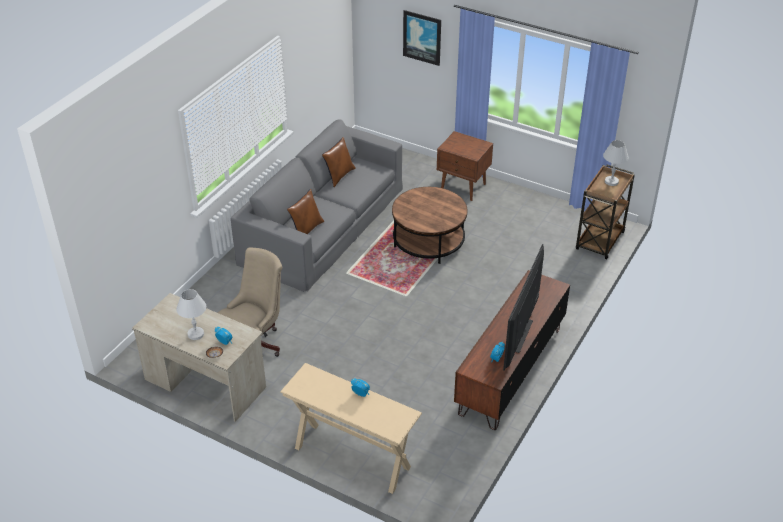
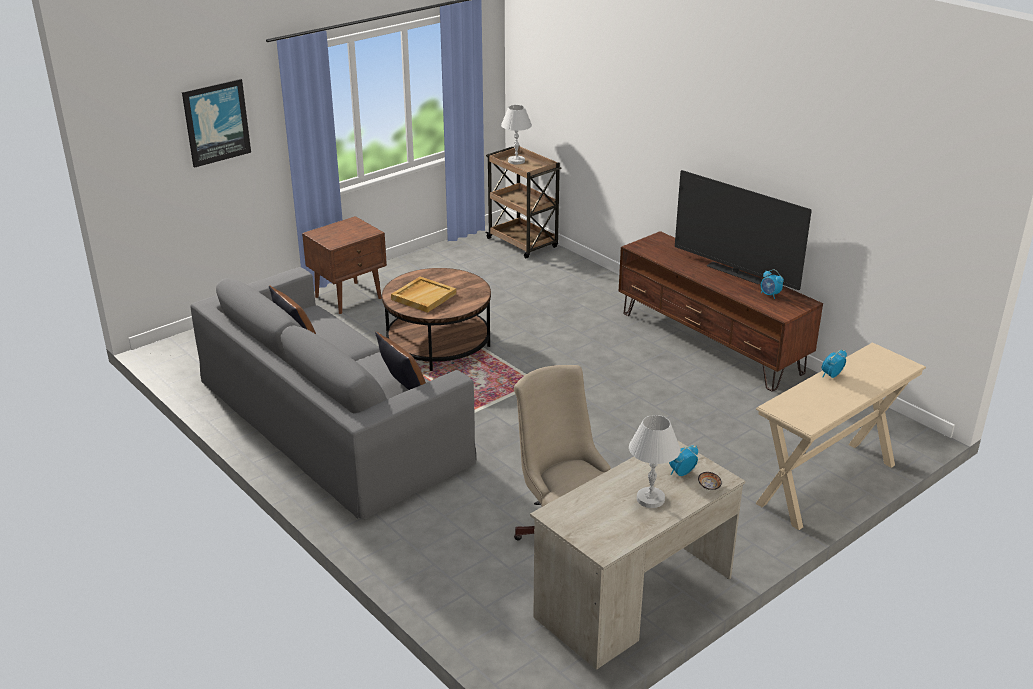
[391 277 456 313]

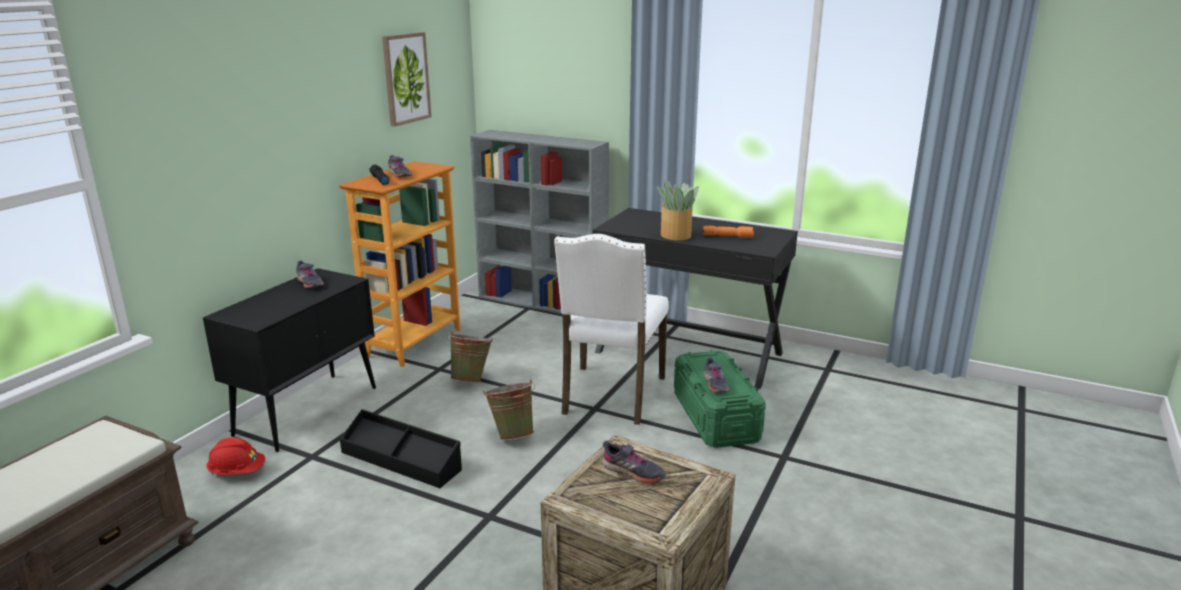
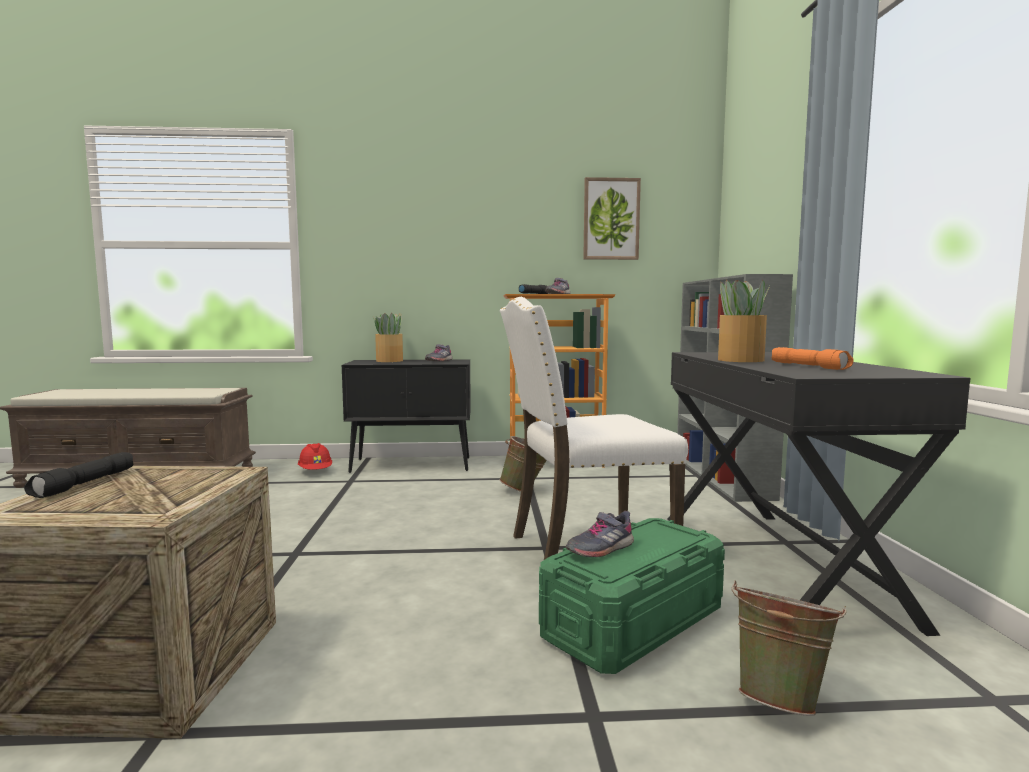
[340 409 462 488] (first image)
[731 580 847 716]
[602 440 666 483] (first image)
[24 452 133 498]
[373 313 403 362]

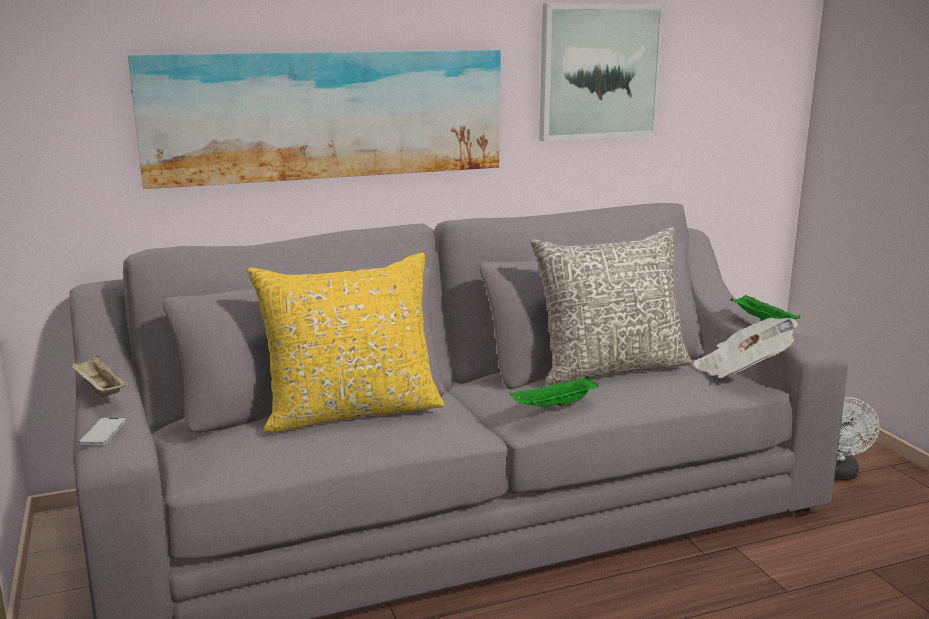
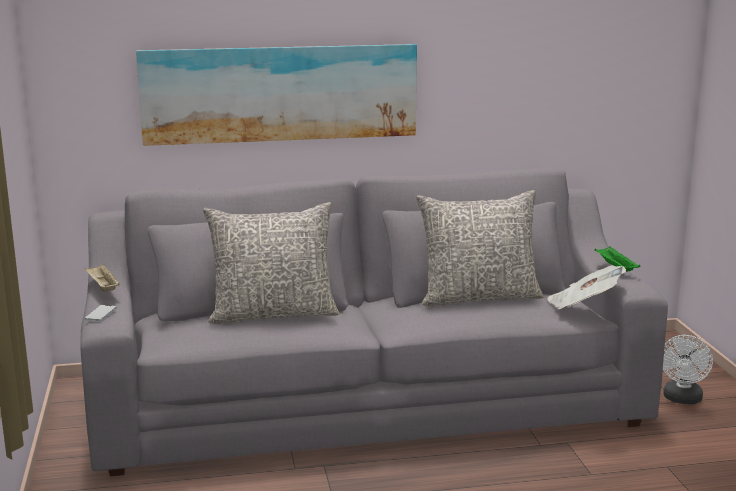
[203 202 339 324]
[510 376 599 407] (first image)
[539 3 666 142] (first image)

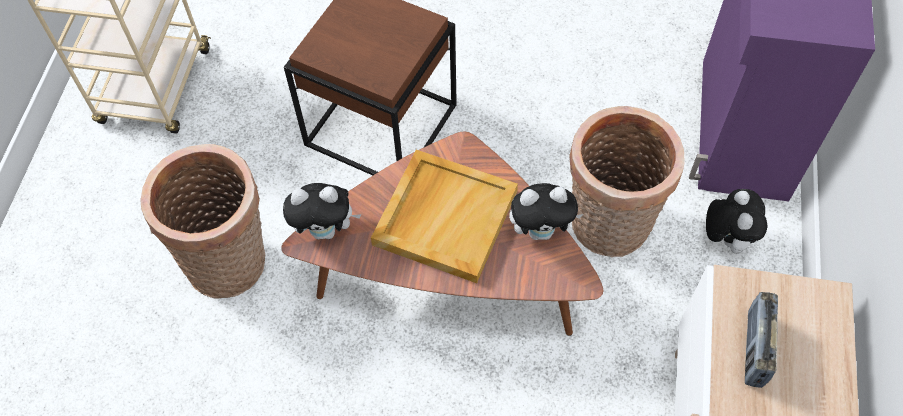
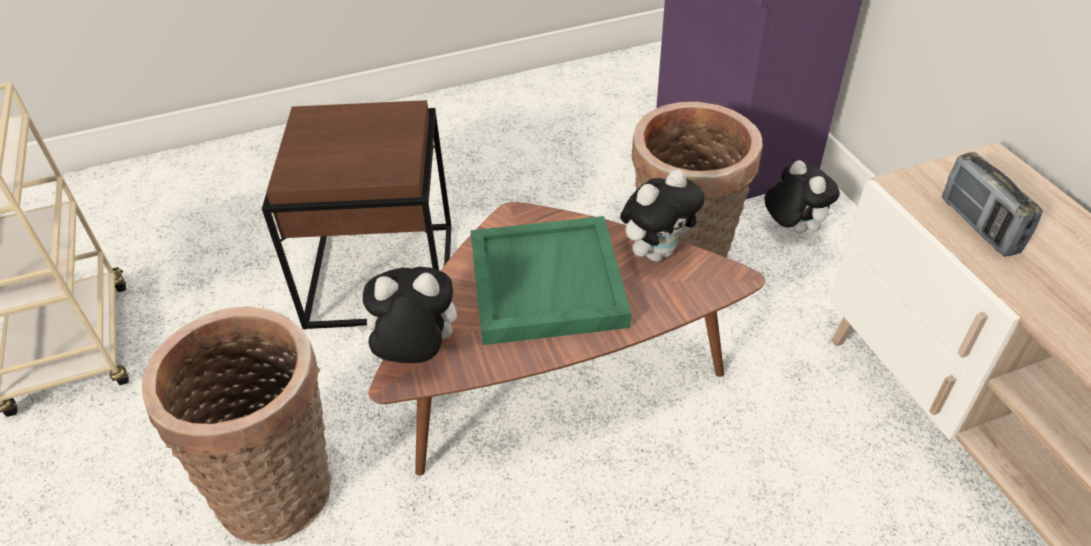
[356 267 457 363]
[470 216 631 345]

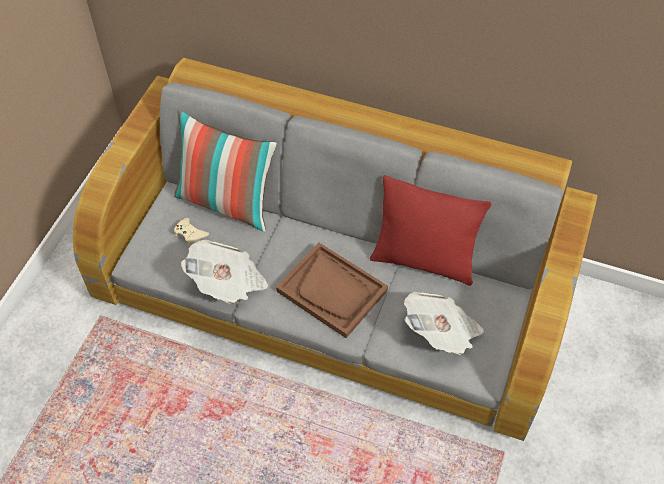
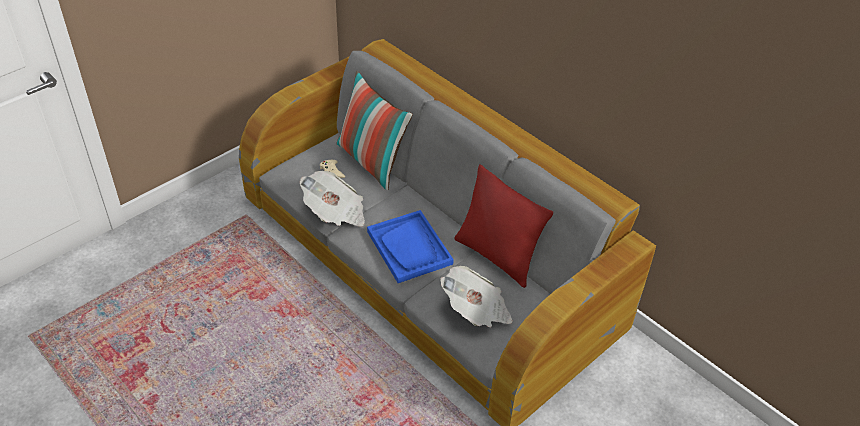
[367 210 454 283]

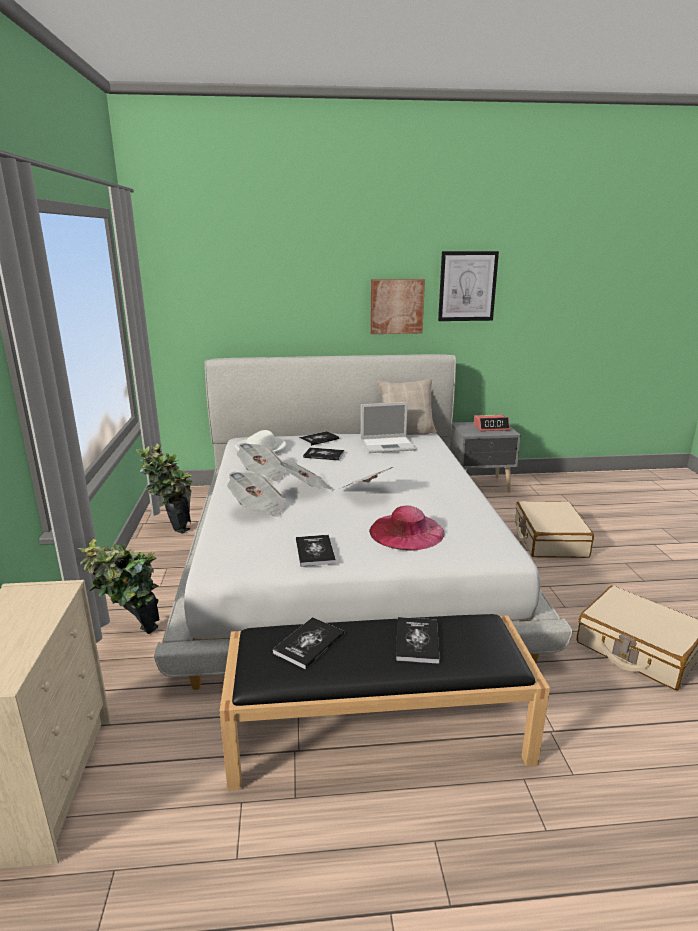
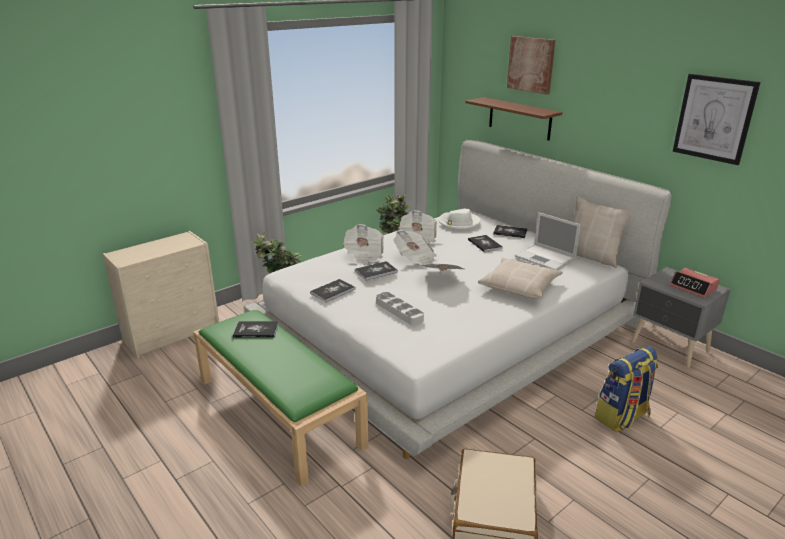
[193 309 368 486]
[376 292 424 325]
[507 36 555 95]
[355 261 398 281]
[595 346 658 432]
[465 97 563 140]
[478 258 563 299]

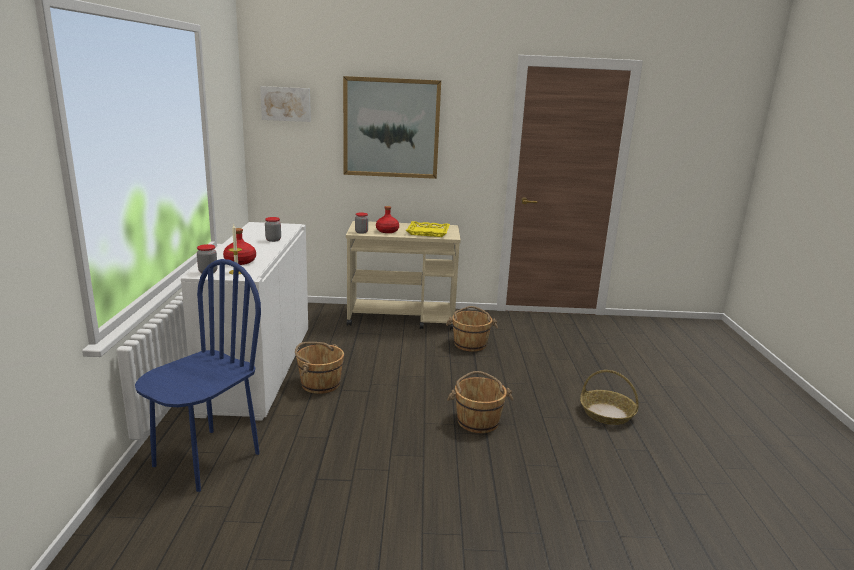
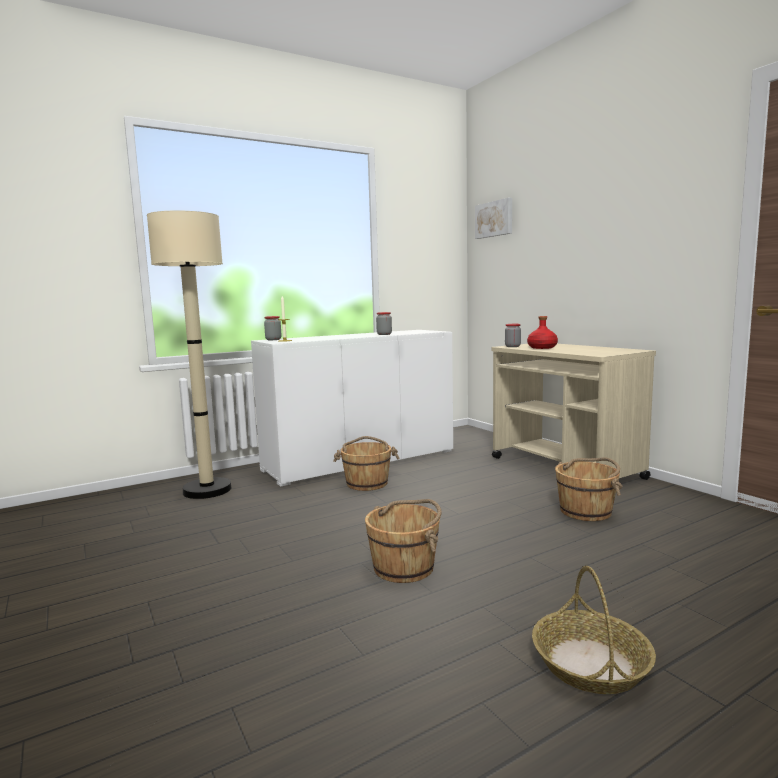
[147 211 232 499]
[223 228 256 265] (first image)
[343 76 441 179] (first image)
[406 221 450 237] (first image)

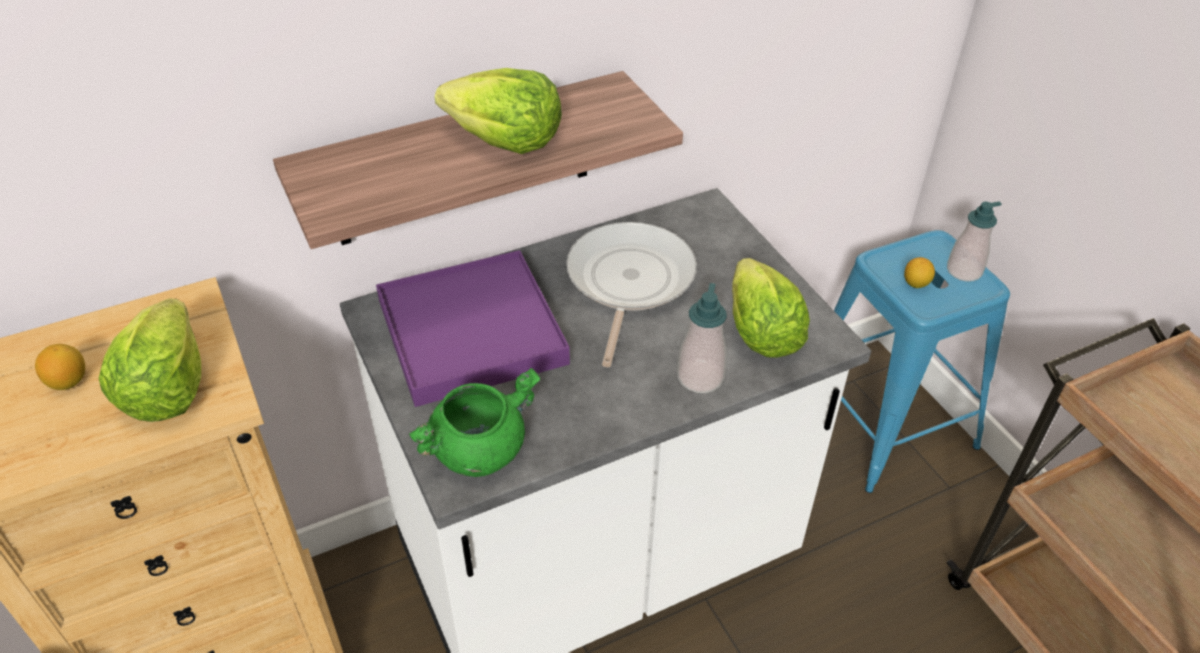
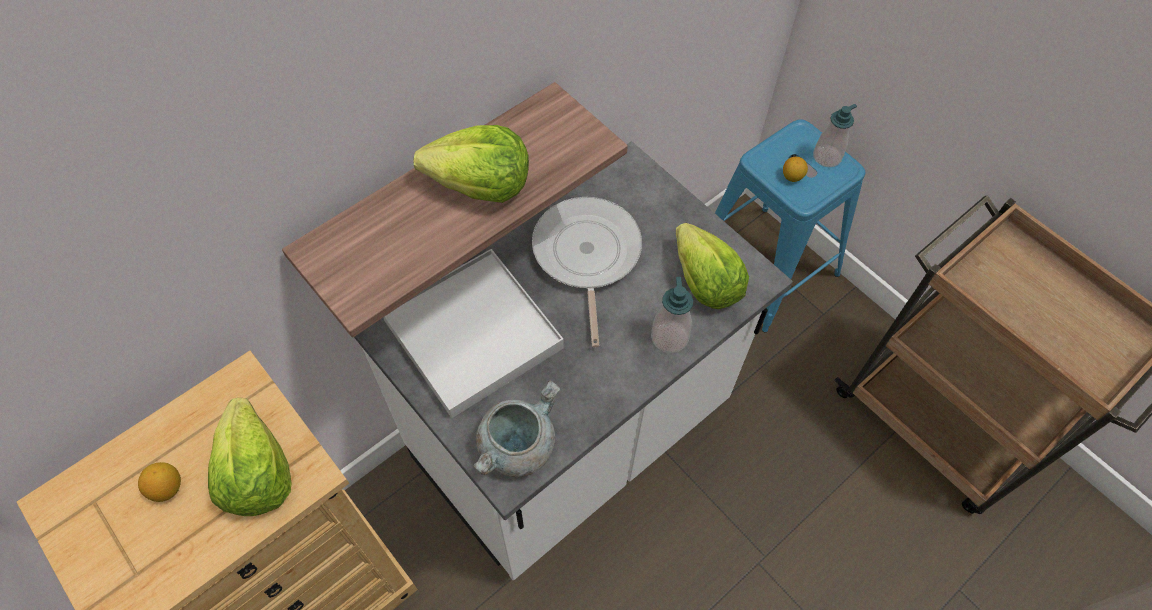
[383 249 563 418]
[473 380 560 477]

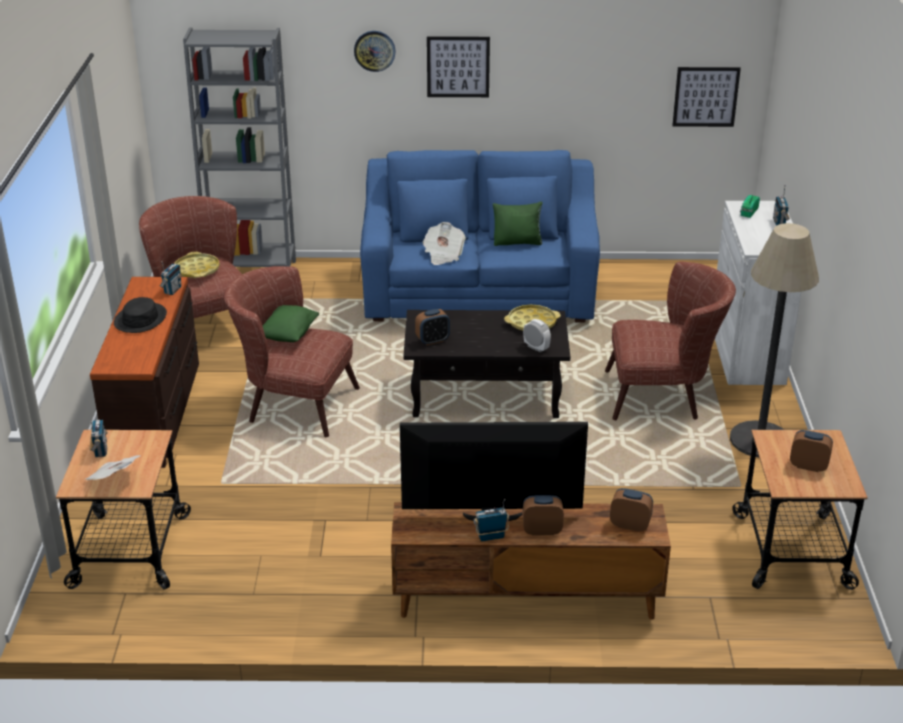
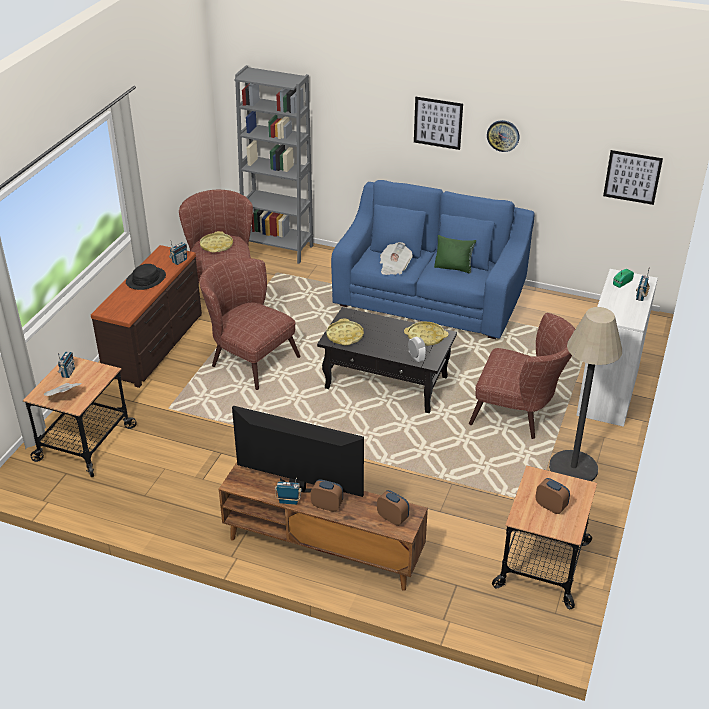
[262 305 319 342] (first image)
[487 120 519 152]
[326 319 364 345]

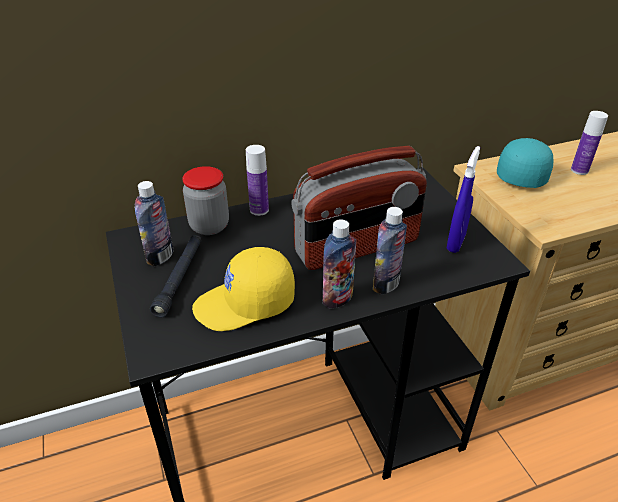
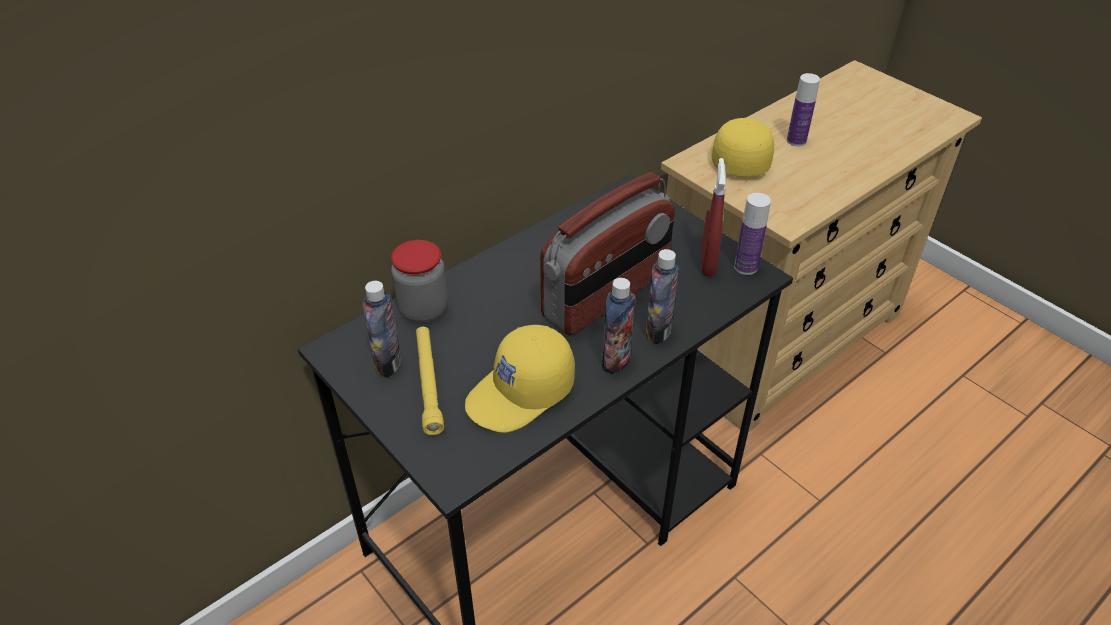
[416 327 444 435]
[734 193 771 275]
[701 158 726 276]
[711 118 774 177]

